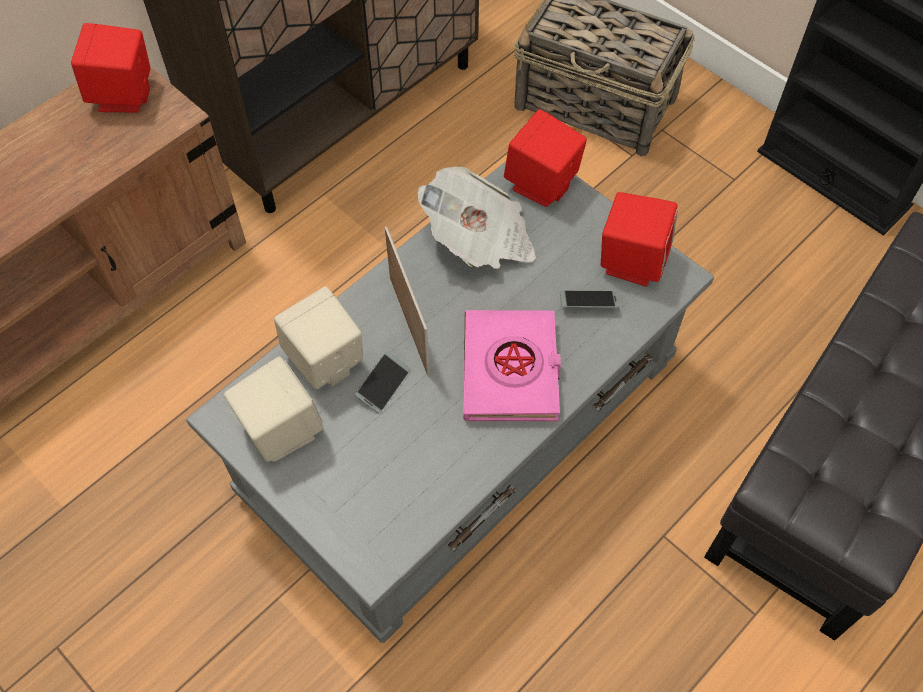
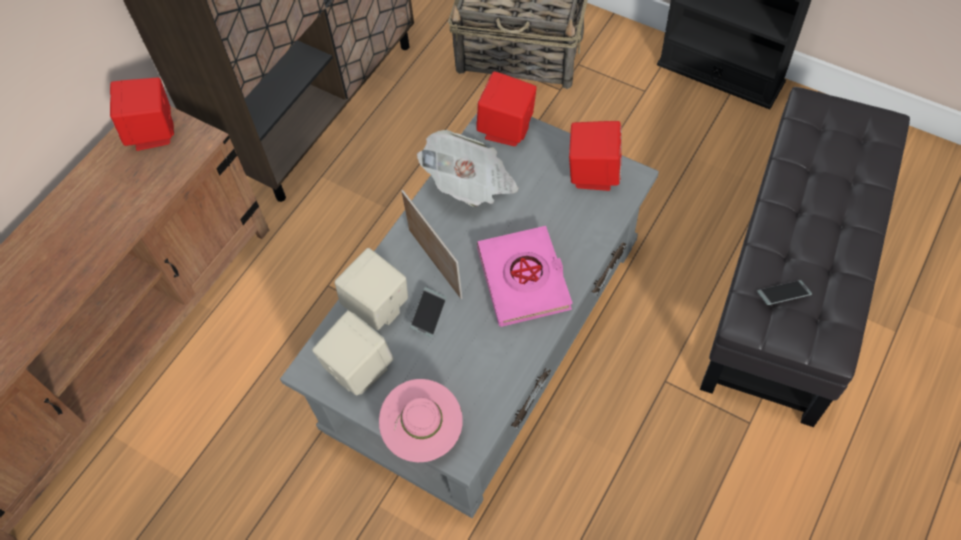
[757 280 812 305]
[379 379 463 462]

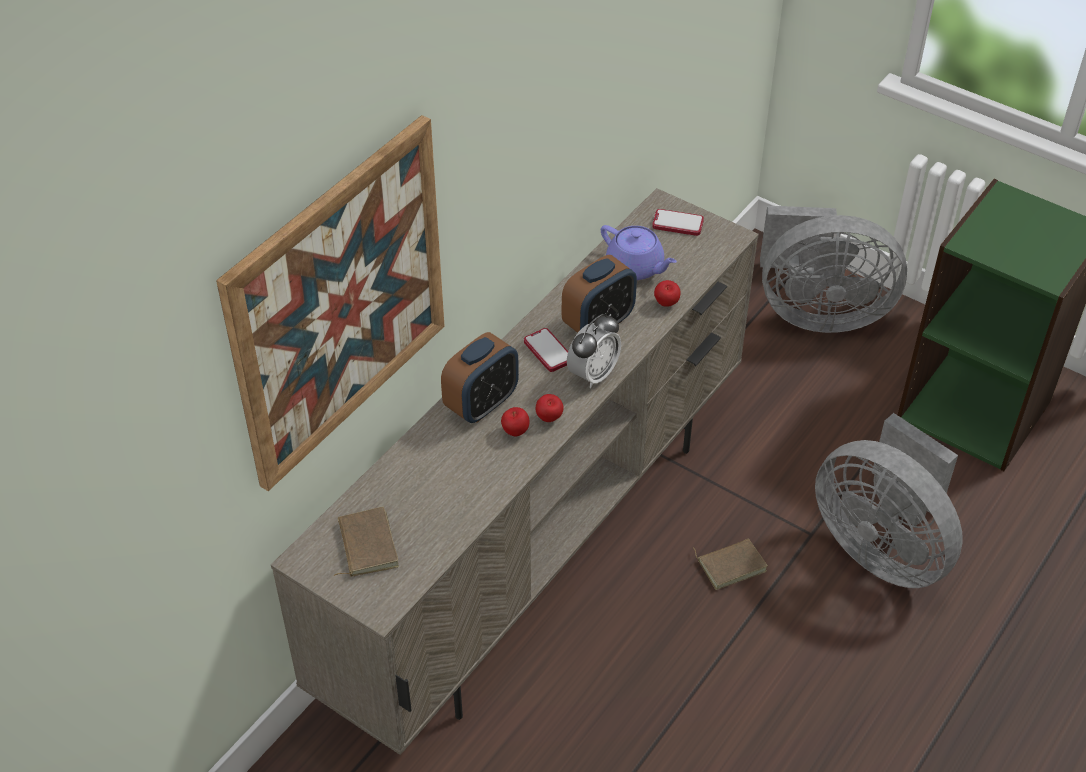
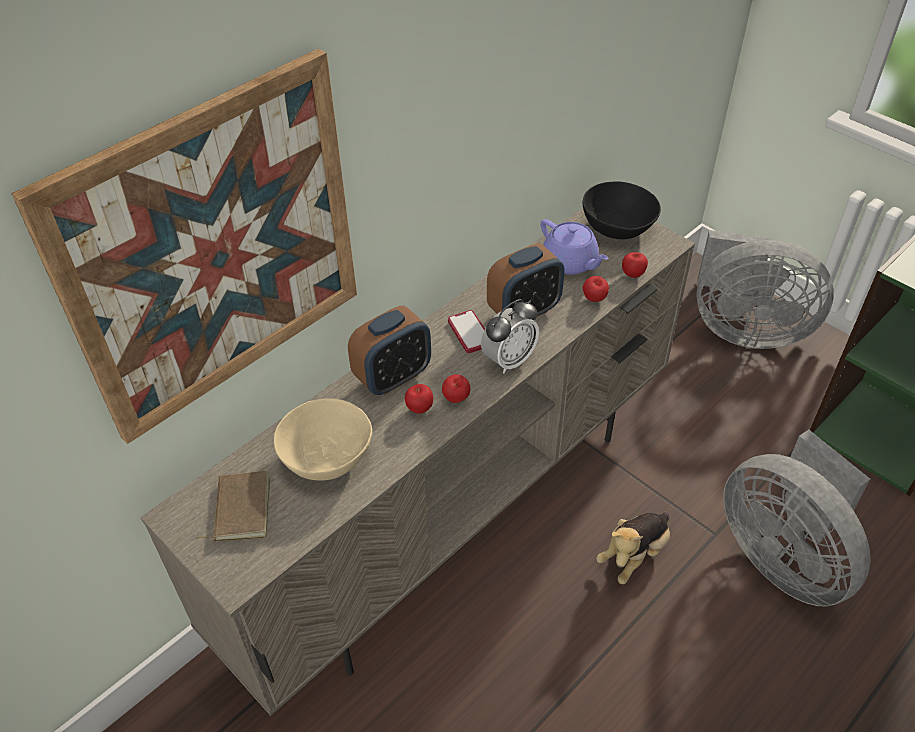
[583 181 661 239]
[596 511 670 584]
[274 398 372 481]
[622 252 648 278]

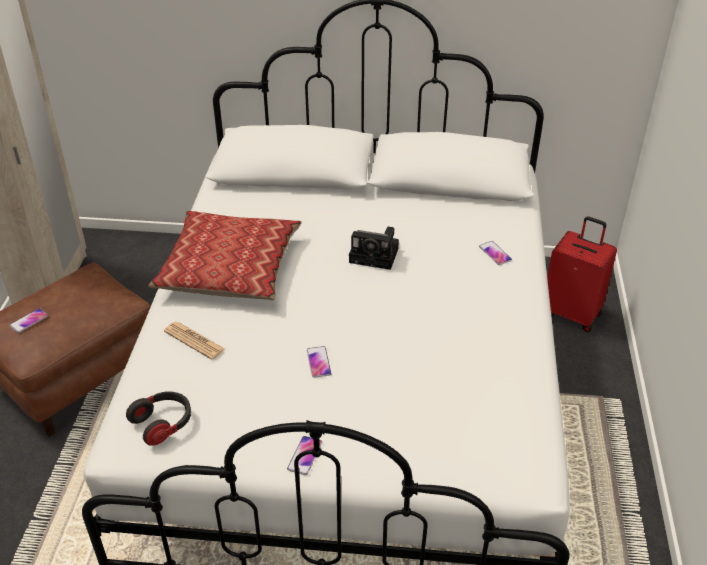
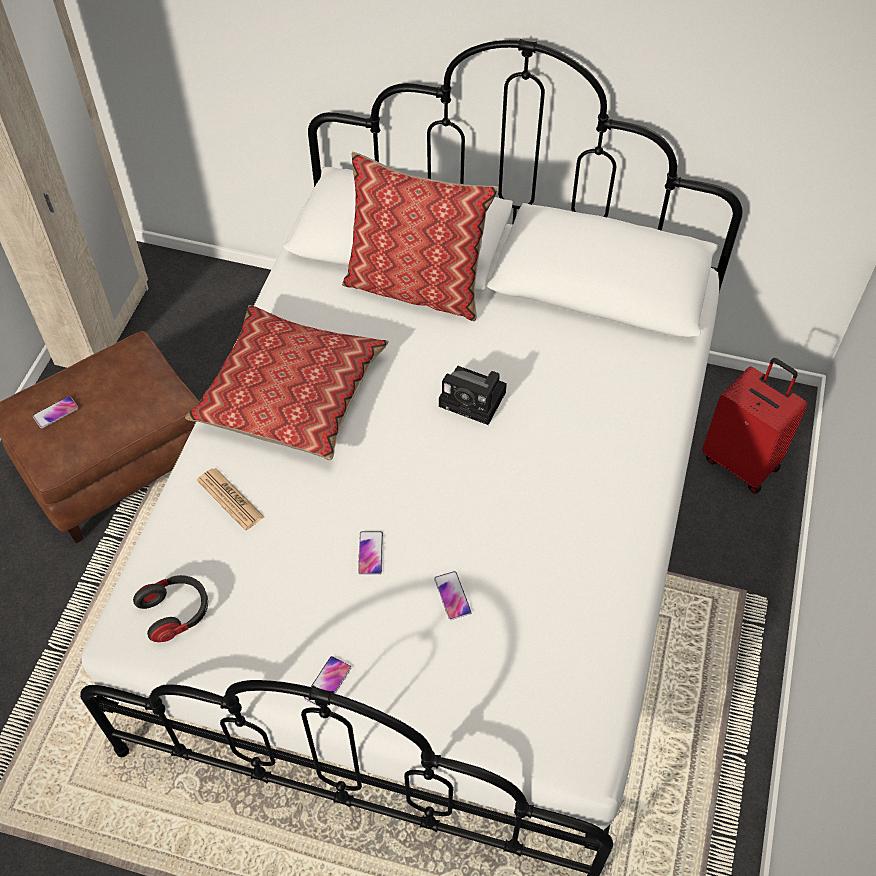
[434 571 472 620]
[342 152 498 322]

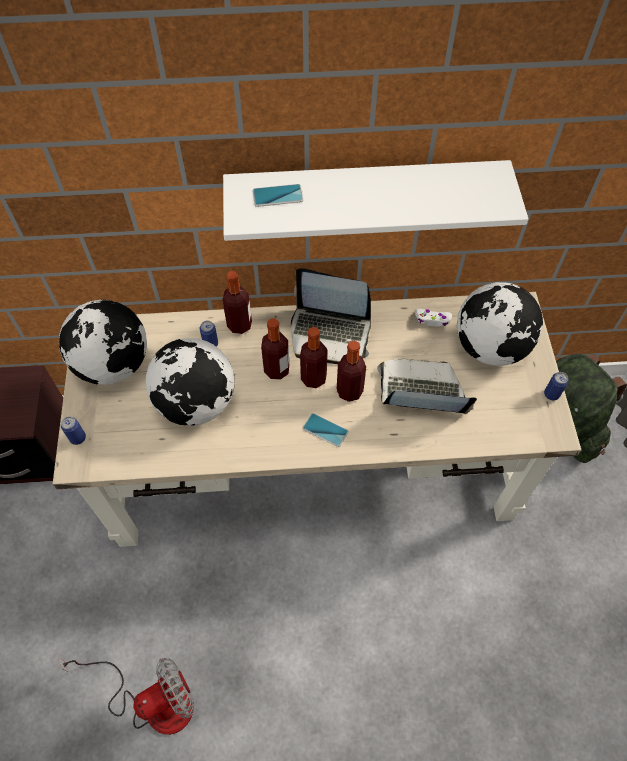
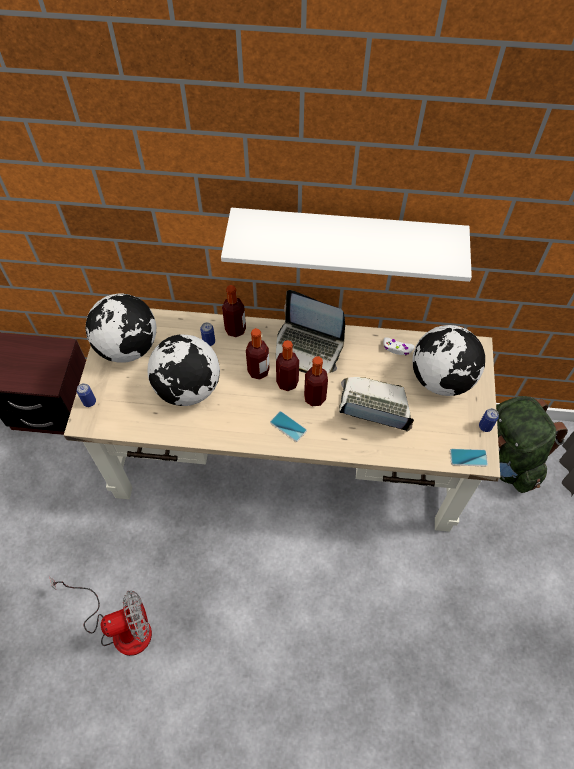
[450 449 488 466]

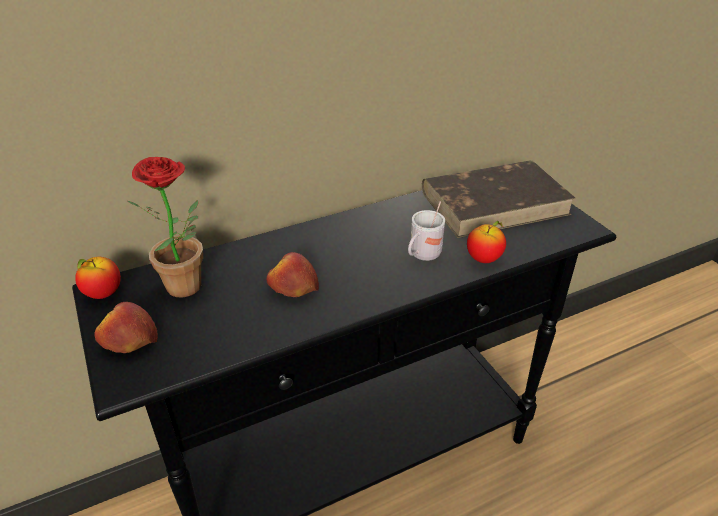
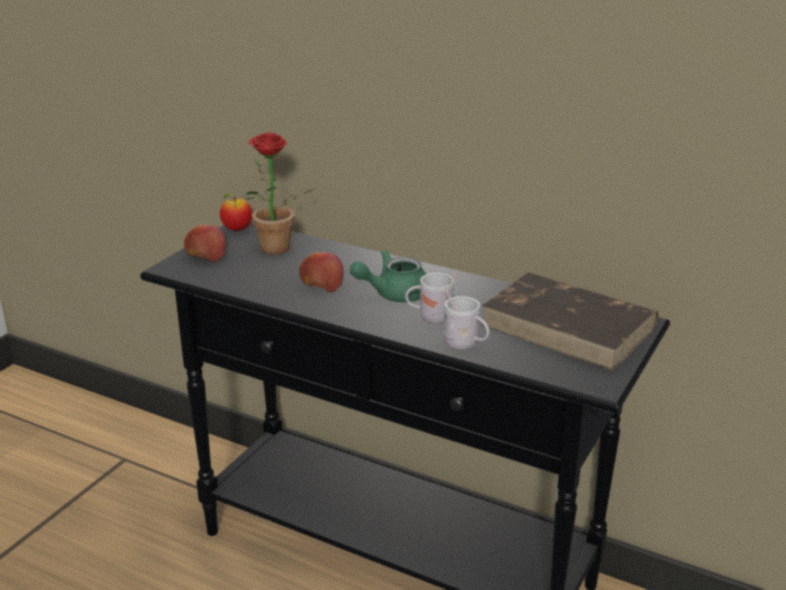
[444 288 490 350]
[350 250 426 302]

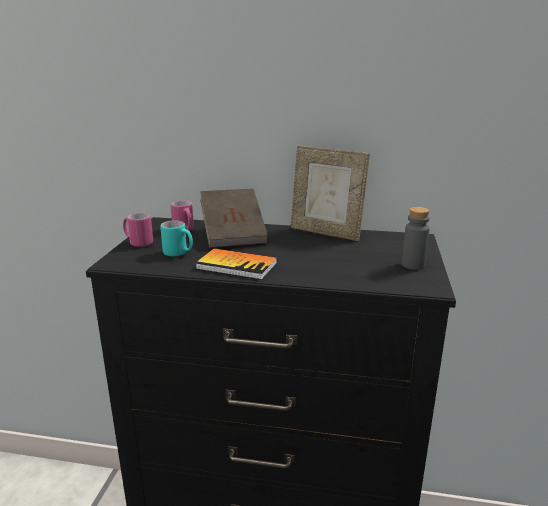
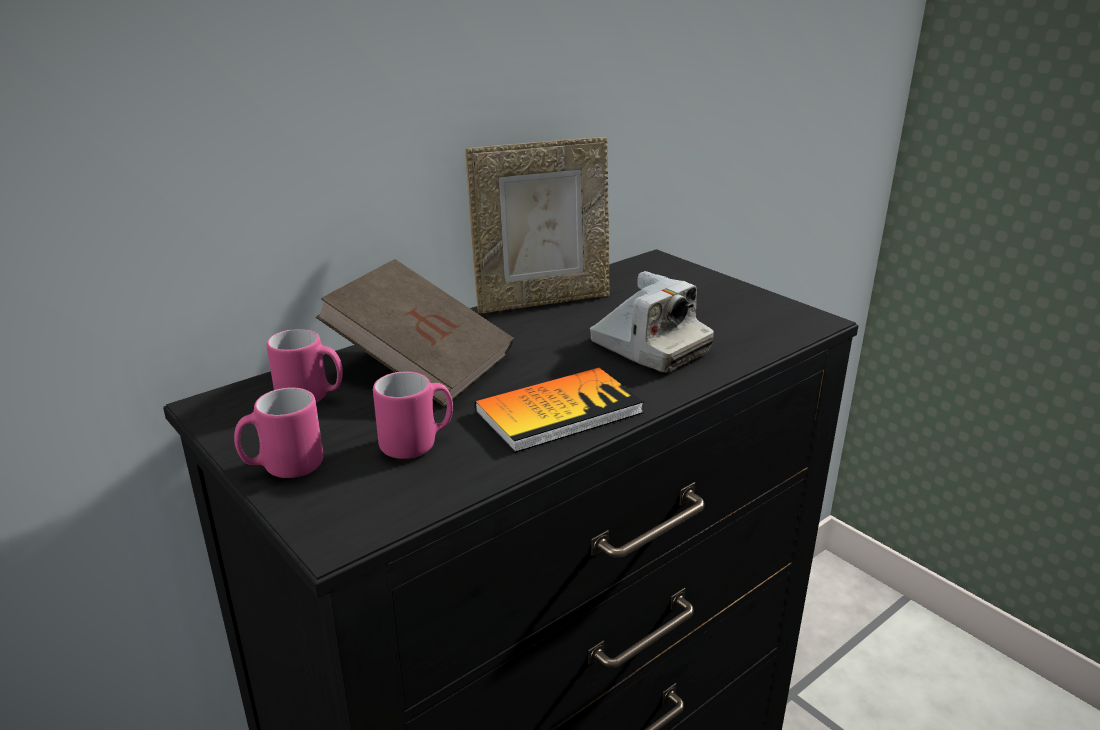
[373 372 453 459]
[402 207 430 270] (first image)
[590 271 714 373]

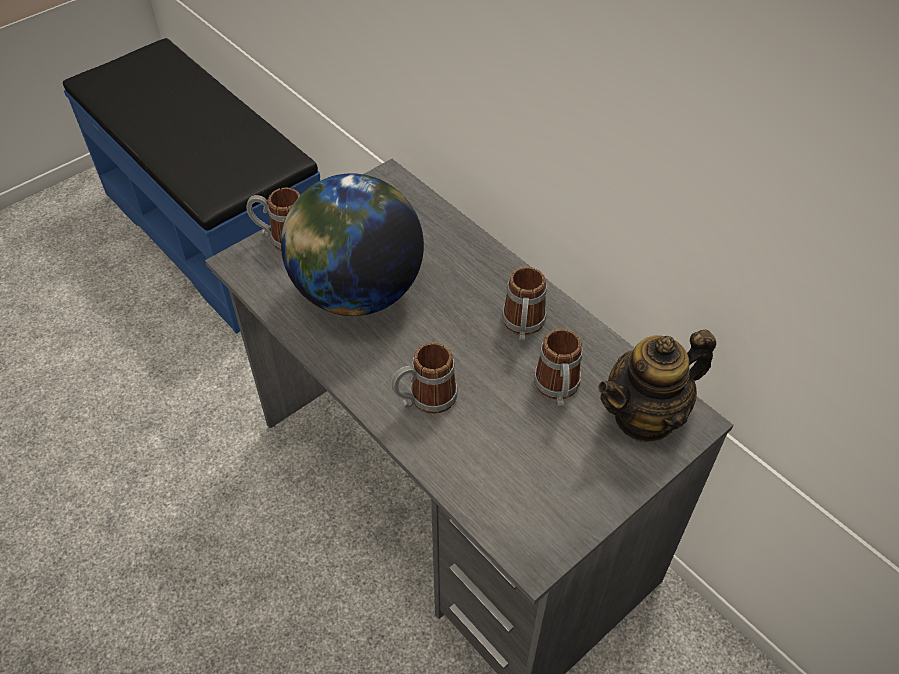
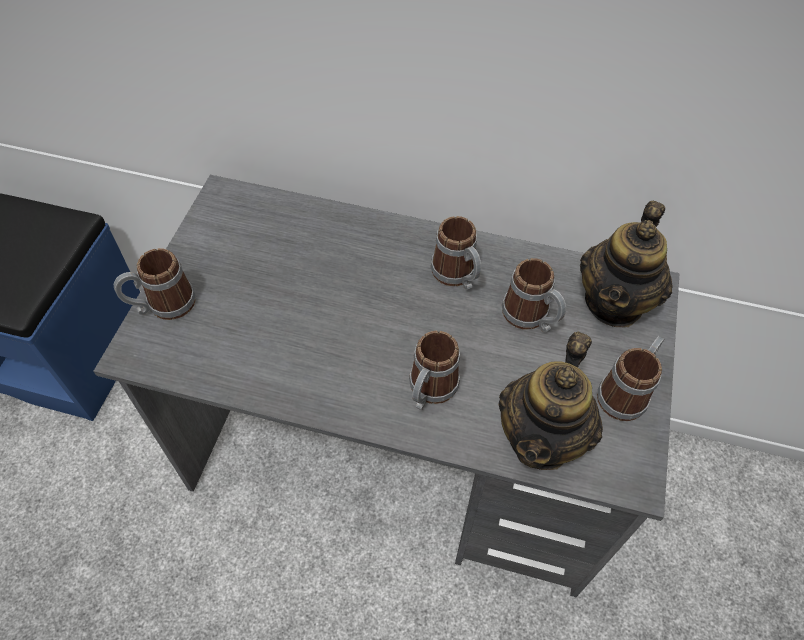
[281 173 424 316] (first image)
[498 332 603 470]
[597 336 664 421]

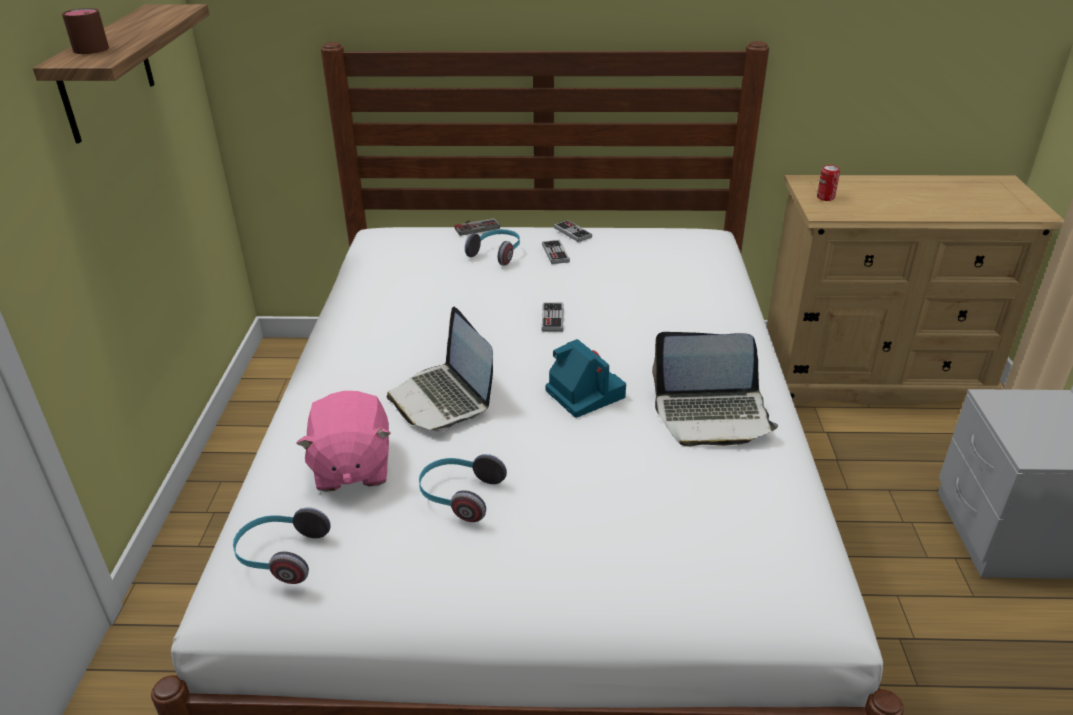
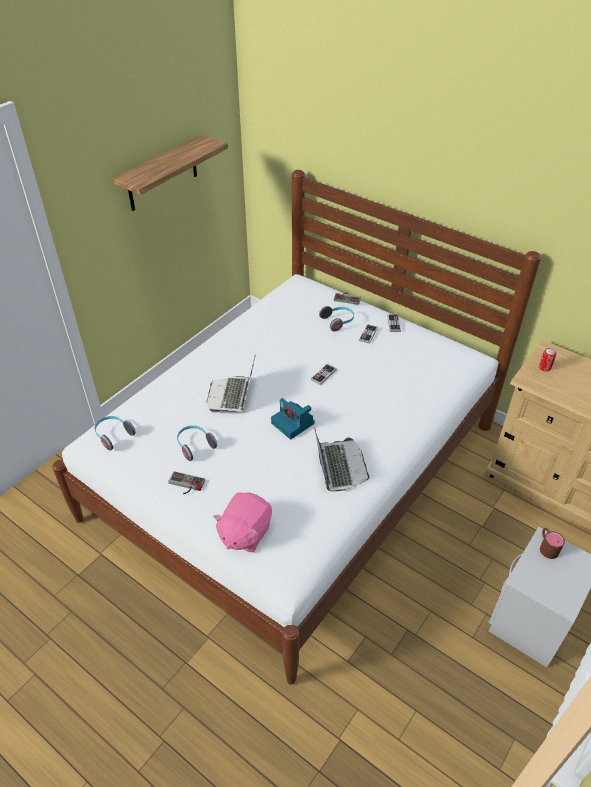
[540 528 565 559]
[213 492 272 552]
[271 398 315 439]
[314 427 370 491]
[168 471 205 494]

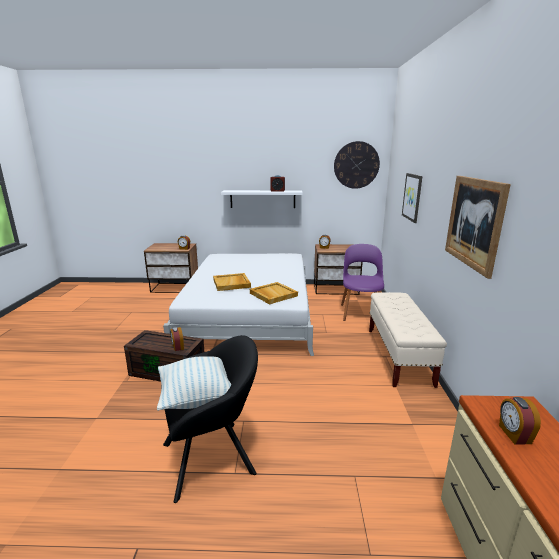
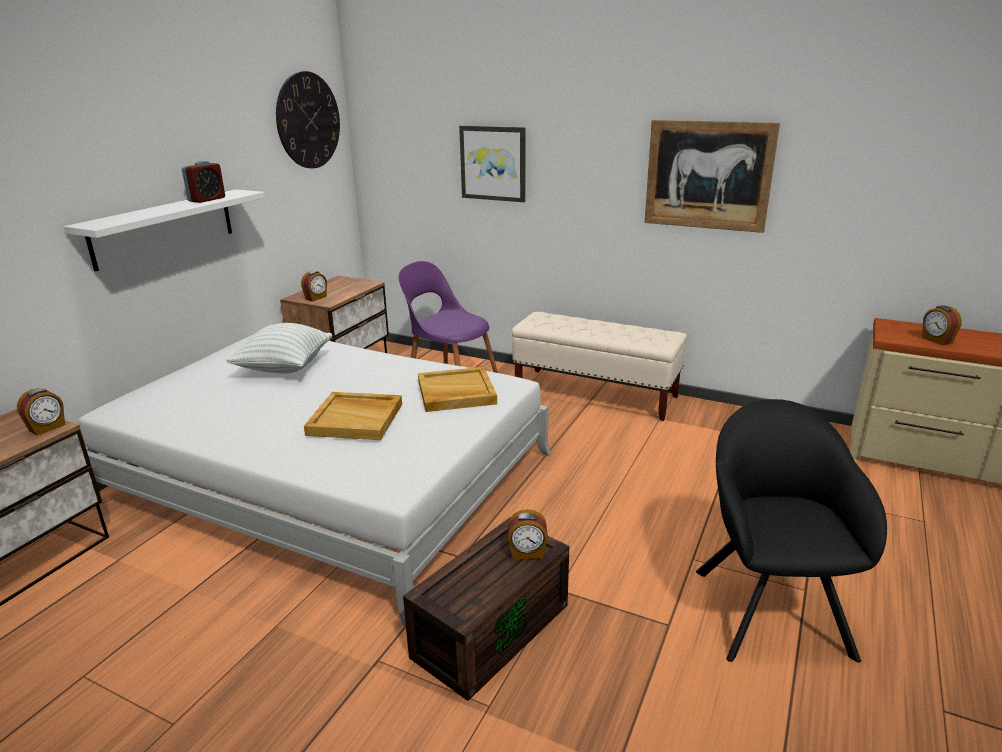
[226 323 333 374]
[922 305 962 345]

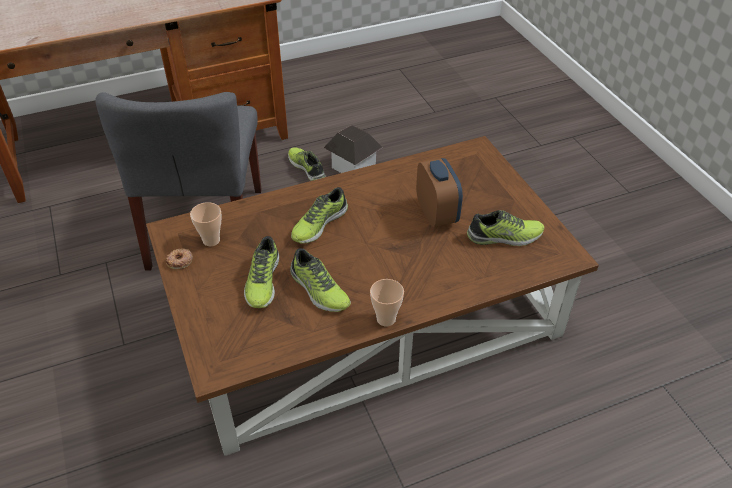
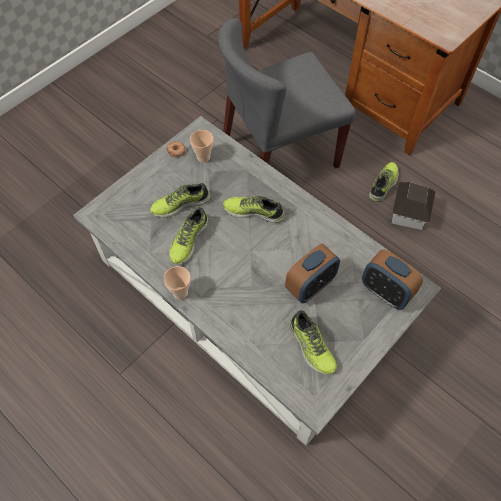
[73 116 441 446]
[362 250 423 310]

